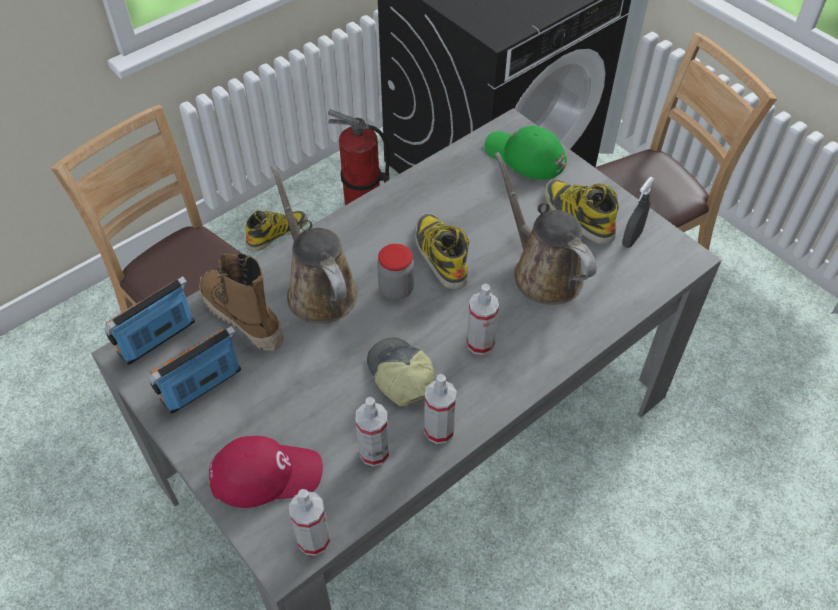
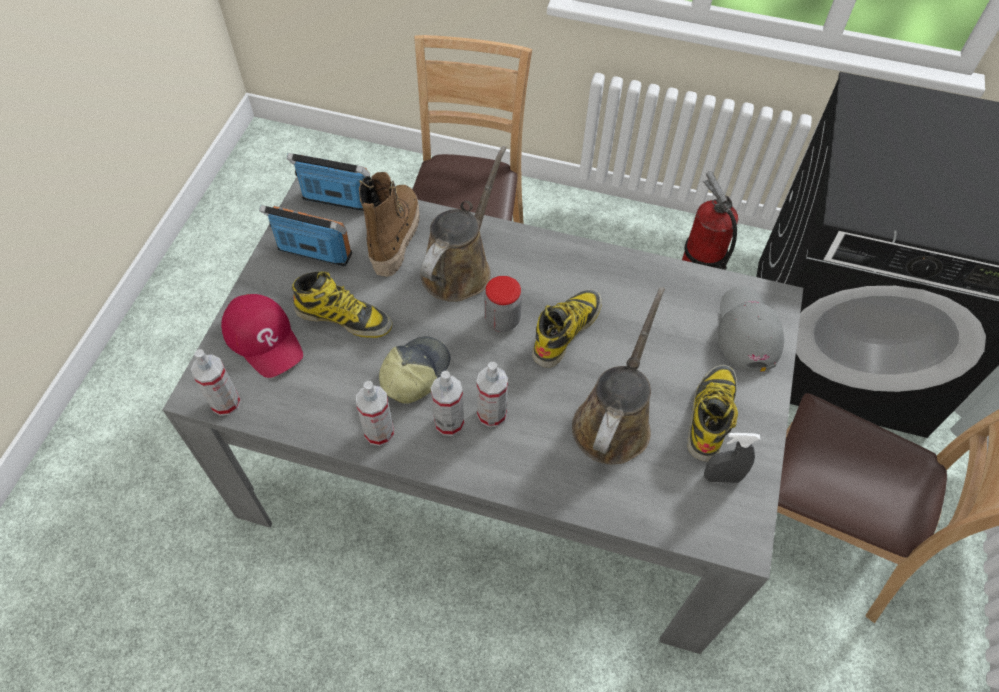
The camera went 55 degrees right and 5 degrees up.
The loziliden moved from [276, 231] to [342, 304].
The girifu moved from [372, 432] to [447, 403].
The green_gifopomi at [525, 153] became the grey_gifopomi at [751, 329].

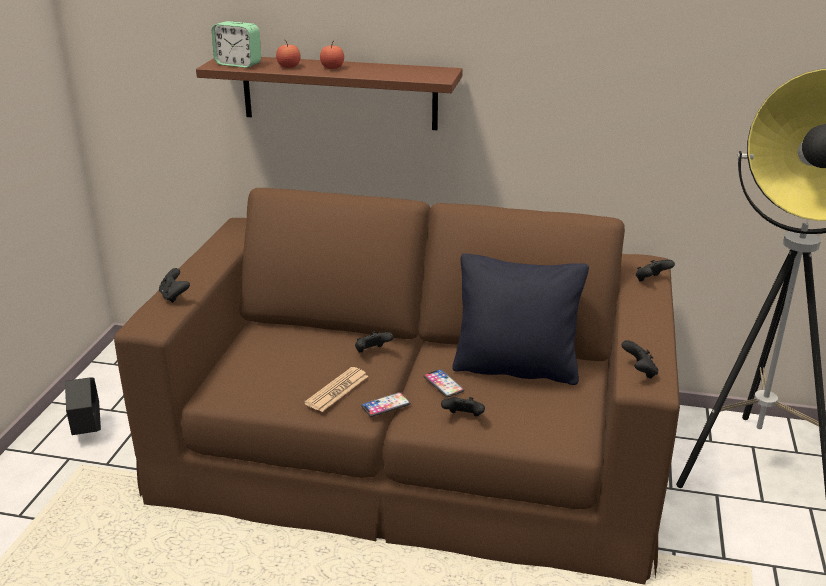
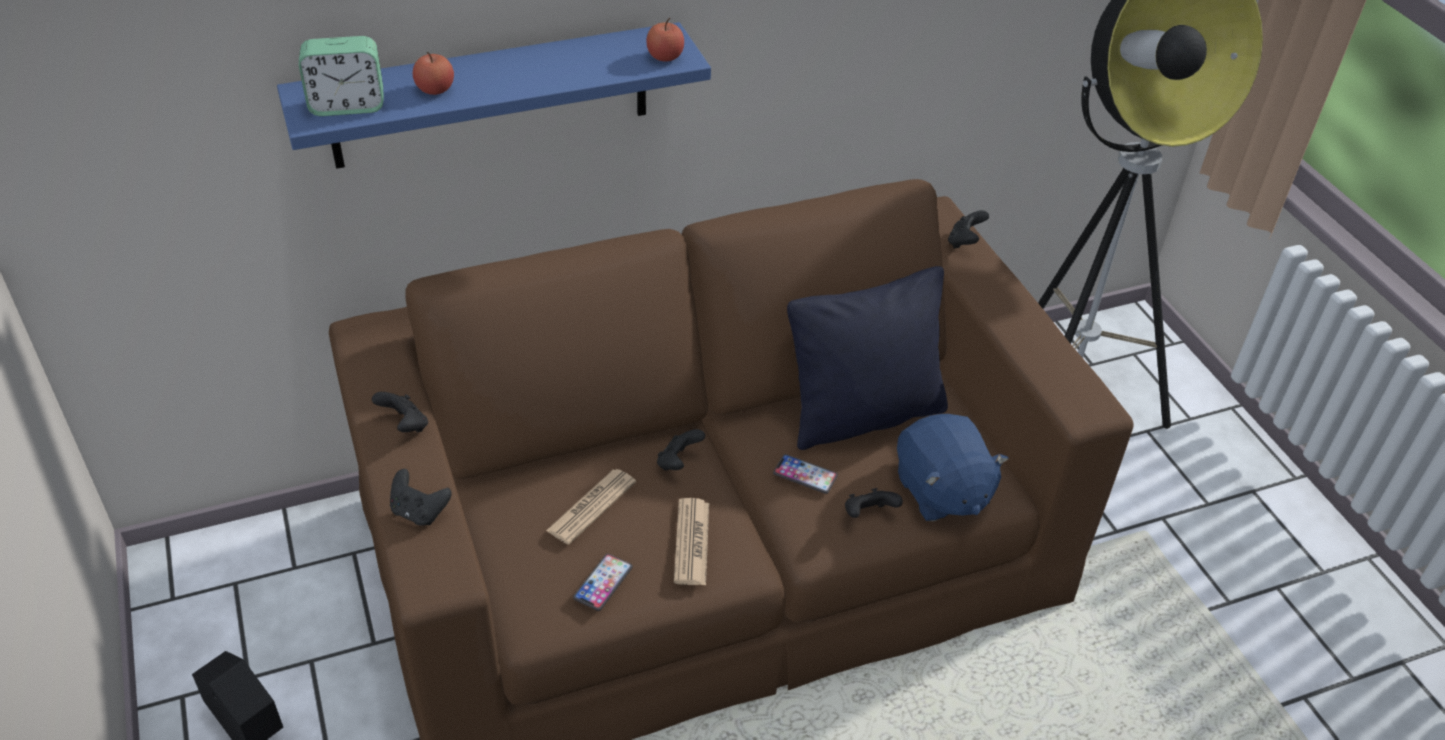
The camera went 35 degrees left and 15 degrees up.
The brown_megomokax at [329, 93] became the blue_megomokax at [494, 95].
The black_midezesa moved from [640, 359] to [400, 412].
The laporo at [591, 507] appeared.
The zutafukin moved from [385, 404] to [603, 582].
The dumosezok moved from [332, 55] to [665, 40].
The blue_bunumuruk at [953, 468] appeared.

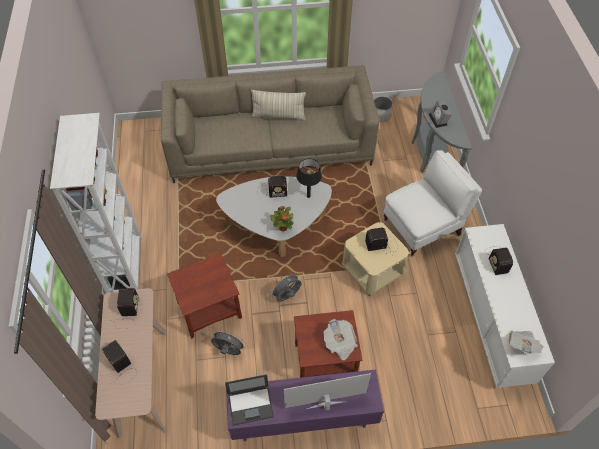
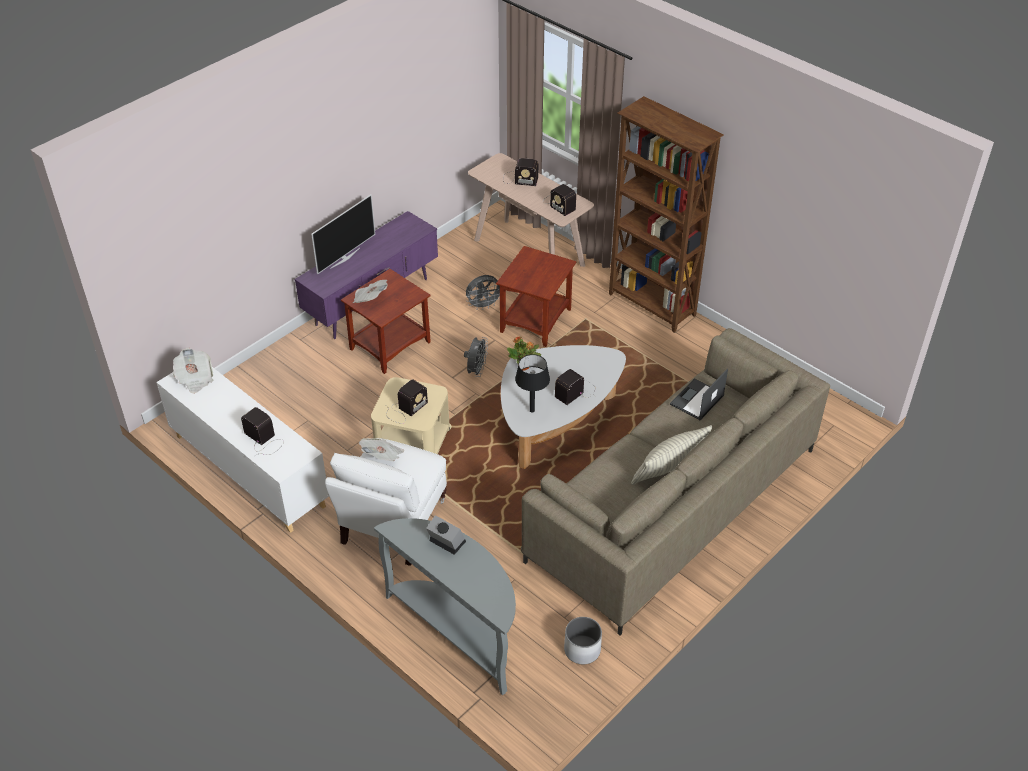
The camera went 140 degrees right and 10 degrees down.
The laporo at [381, 449] appeared.
The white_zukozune at [96, 203] became the brown_zukozune at [666, 214].
The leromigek moved from [249, 400] to [699, 394].

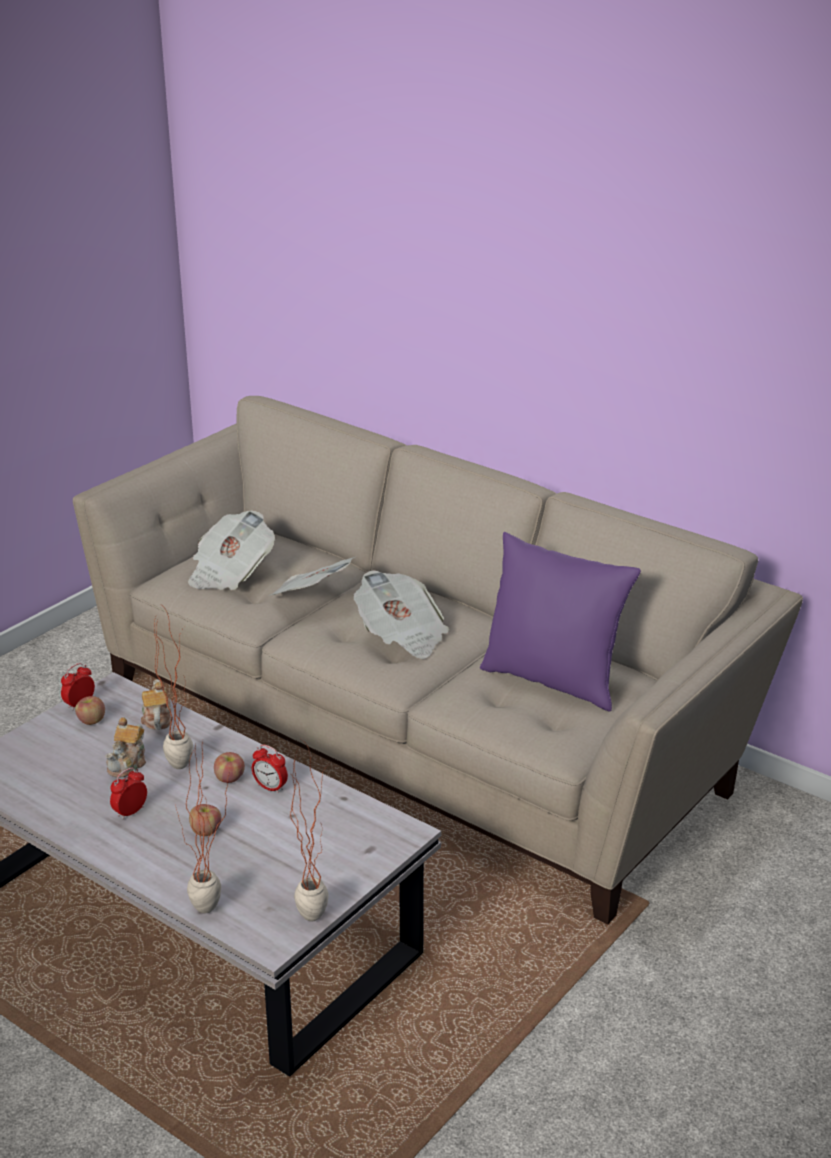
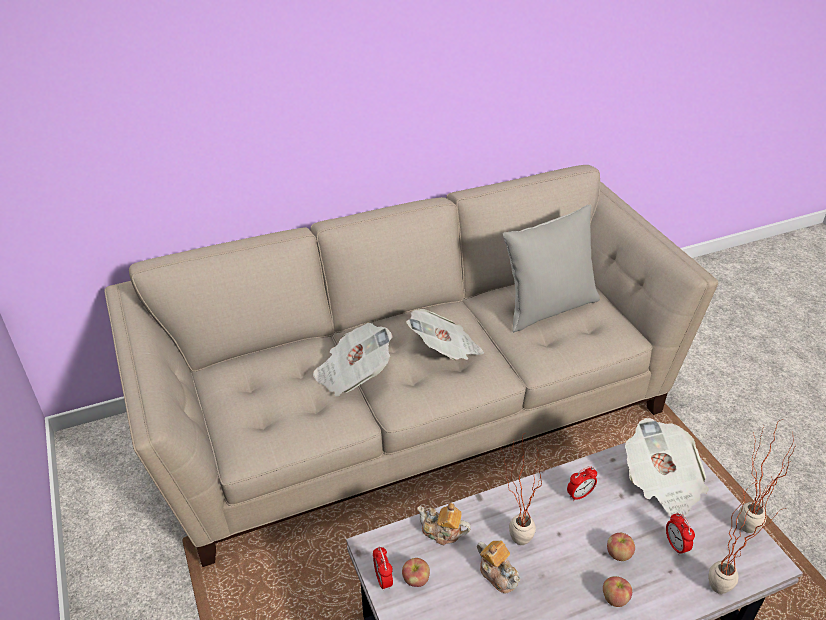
The camera went 60 degrees left and 10 degrees up.
The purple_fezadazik at [560, 621] became the grey_fezadazik at [551, 268].
The dumosezok moved from [229, 767] to [617, 591].
The laporo moved from [231, 550] to [667, 467].
The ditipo moved from [128, 793] to [680, 534].

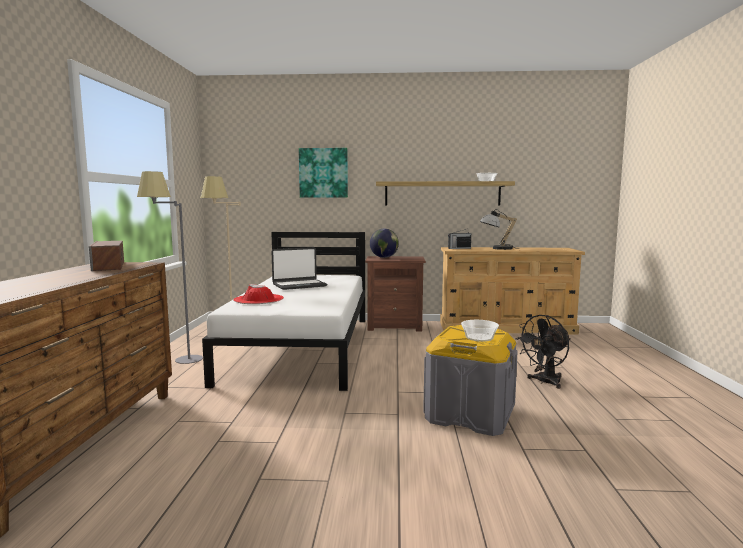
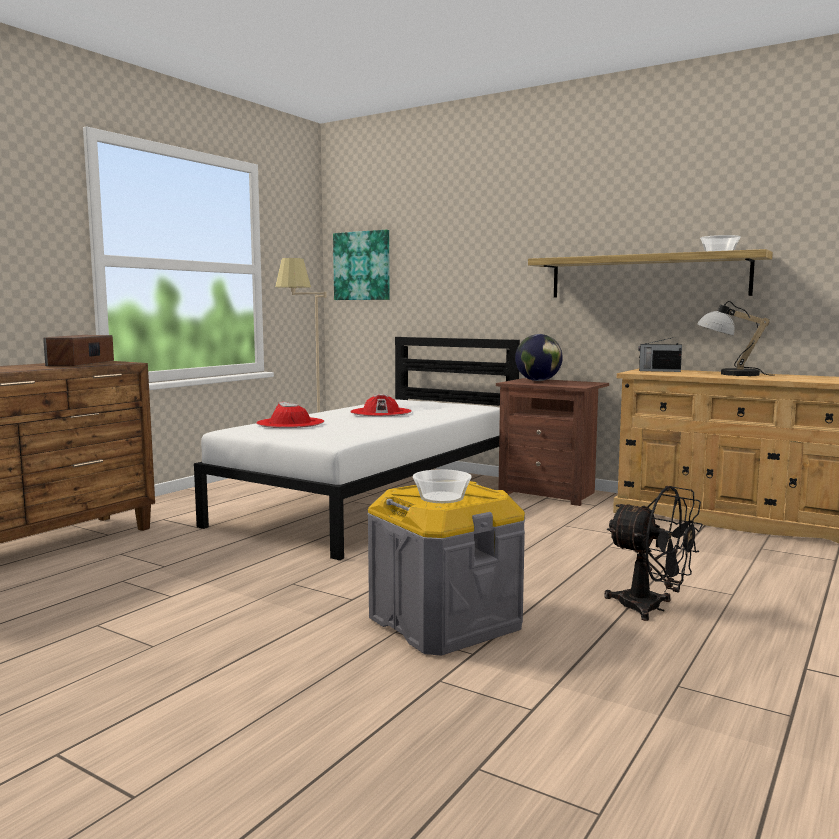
The camera went 30 degrees right and 0 degrees up.
The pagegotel moved from [323, 173] to [361, 265].
The leromigek at [299, 268] was replaced by the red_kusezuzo at [381, 405].
The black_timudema at [543, 352] turned 135 degrees counterclockwise.
The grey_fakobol at [170, 267] disappeared.

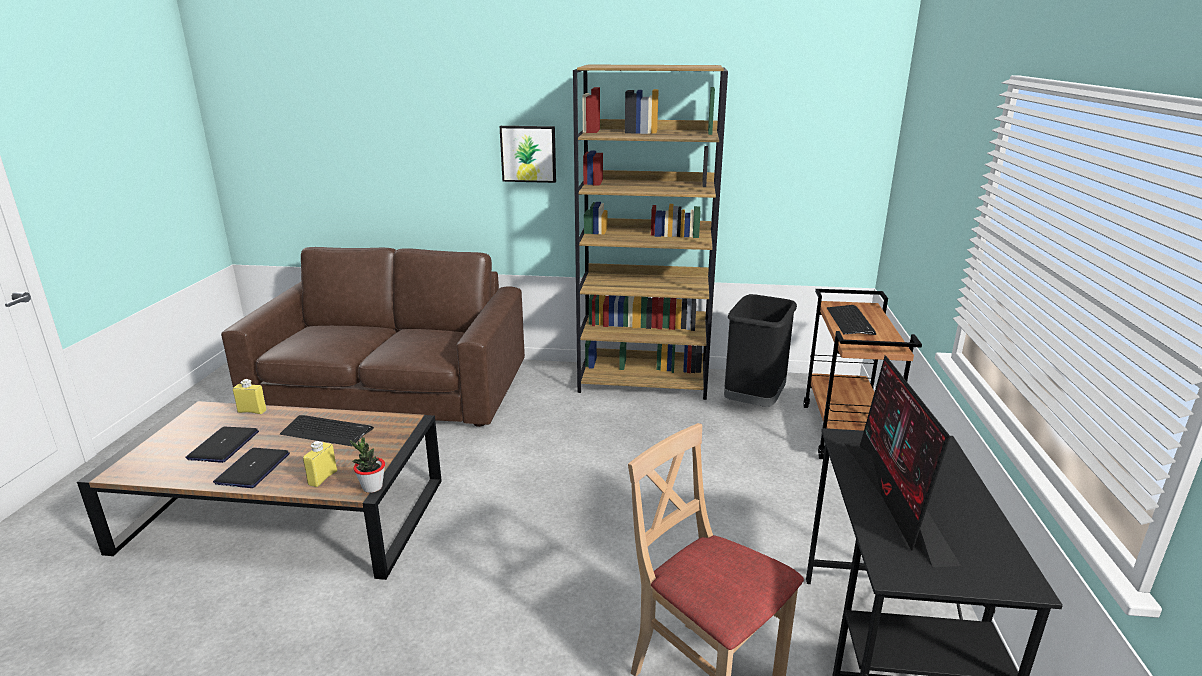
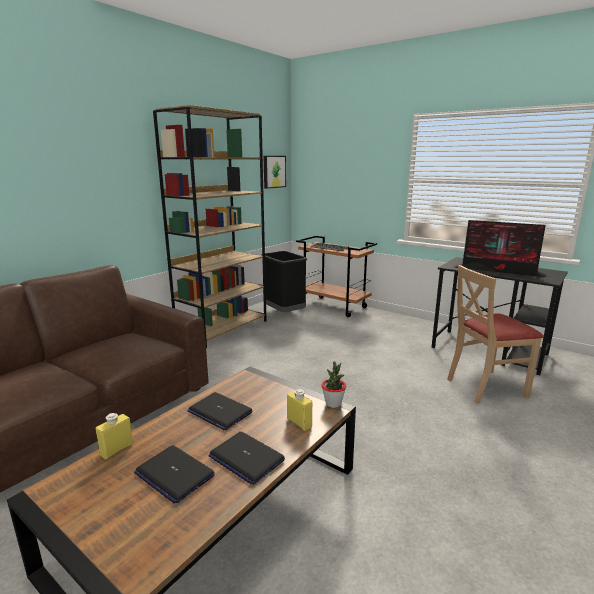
The camera went 60 degrees left and 5 degrees down.
The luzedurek at [327, 430] was replaced by the leromigek at [220, 411].
The pagegotel moved from [528, 154] to [275, 172].

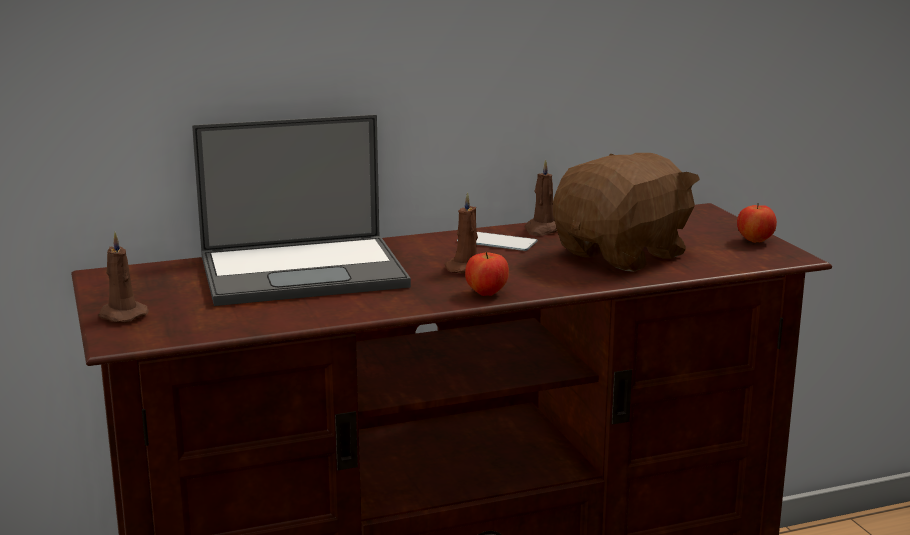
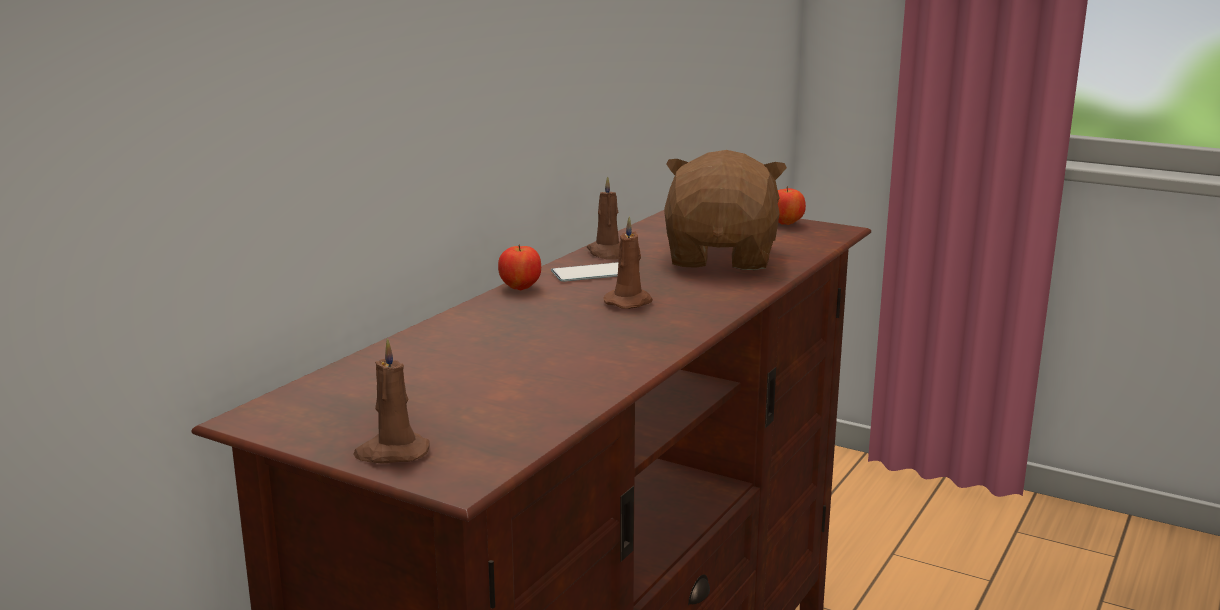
The camera went 40 degrees left and 0 degrees up.
The dumosezok moved from [487, 273] to [519, 267].
The leromigek at [301, 210] disappeared.

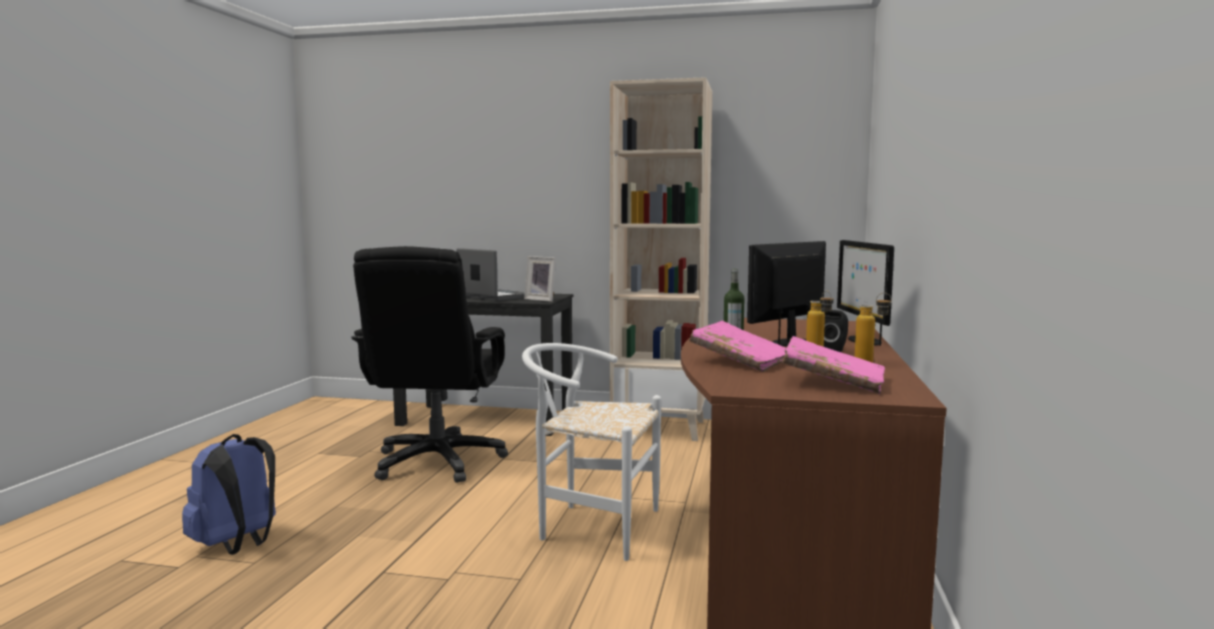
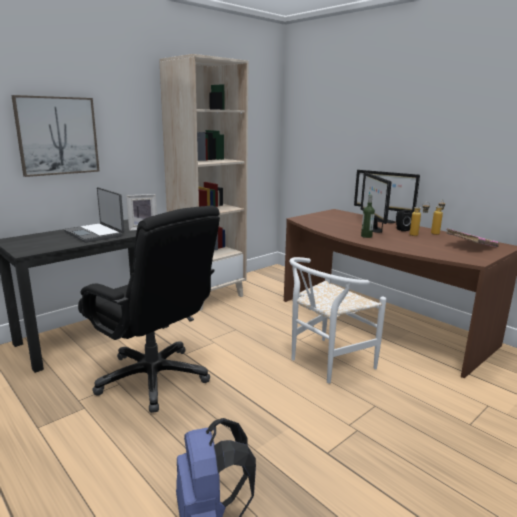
The camera went 55 degrees left and 10 degrees up.
The pagegotel at [55, 136] appeared.
The leromigek at [490, 274] turned 120 degrees counterclockwise.
The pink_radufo at [737, 346] disappeared.

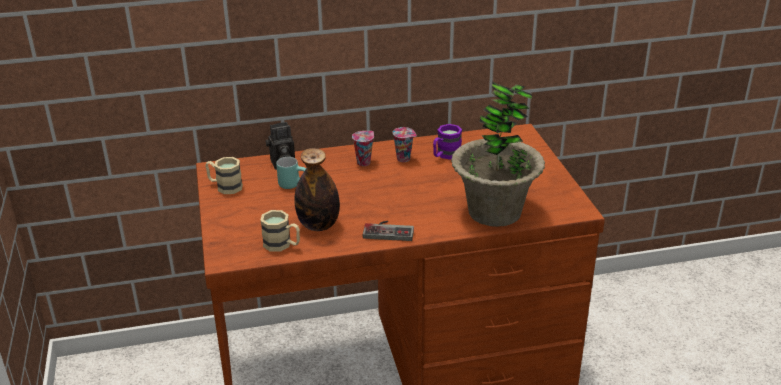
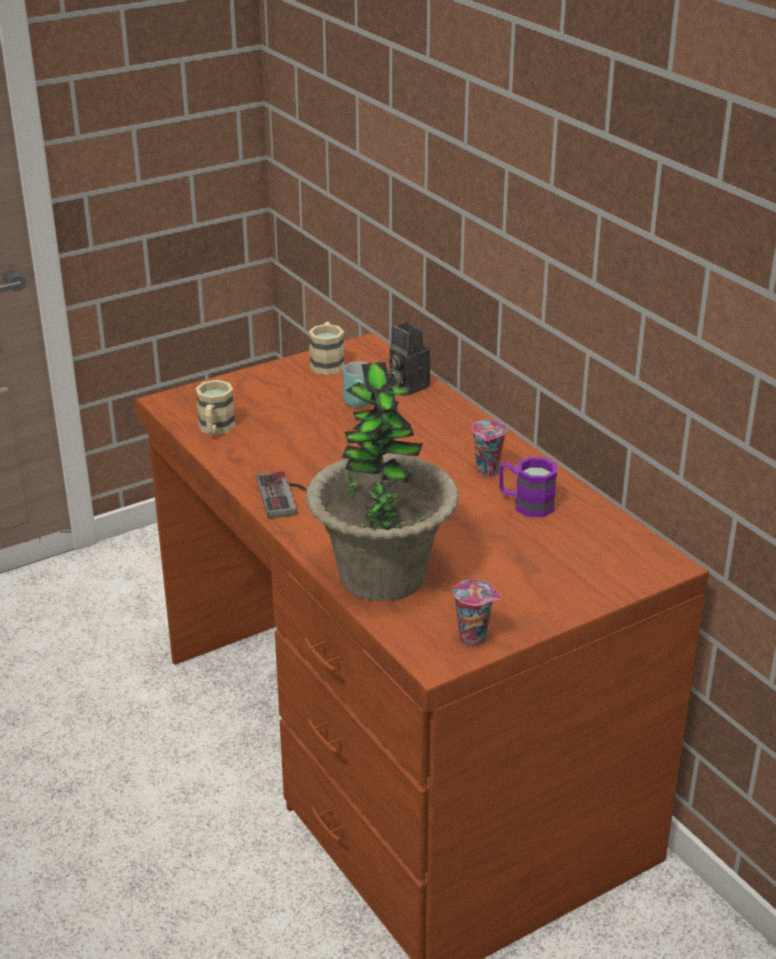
The camera went 70 degrees right and 0 degrees up.
The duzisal moved from [363, 148] to [477, 613].
The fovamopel at [317, 189] disappeared.

